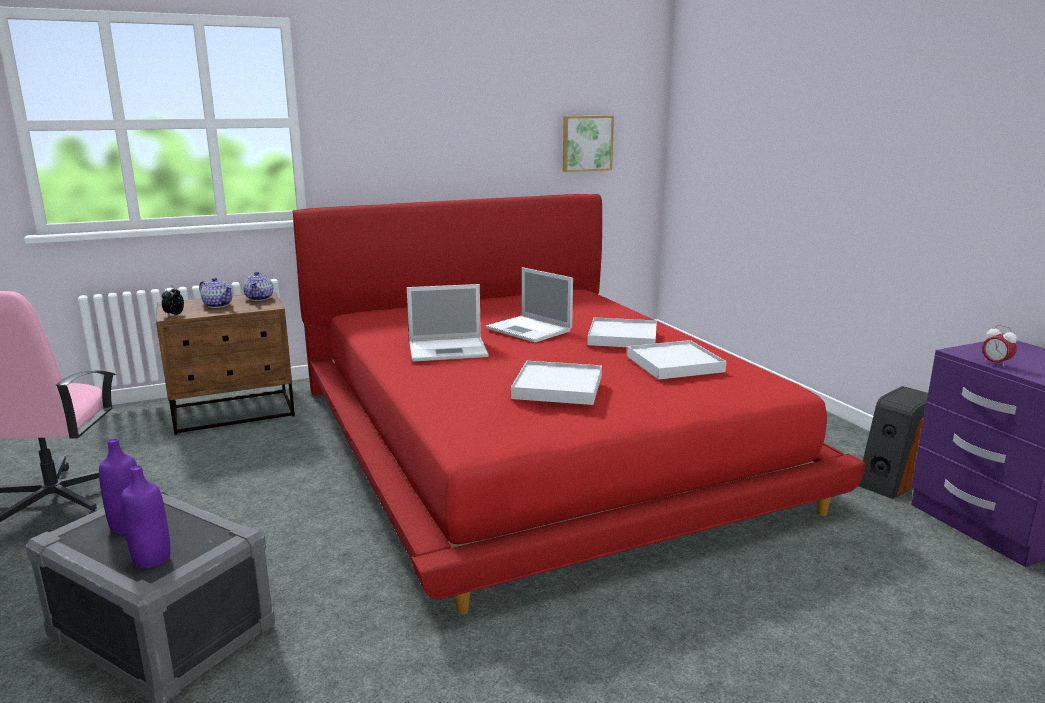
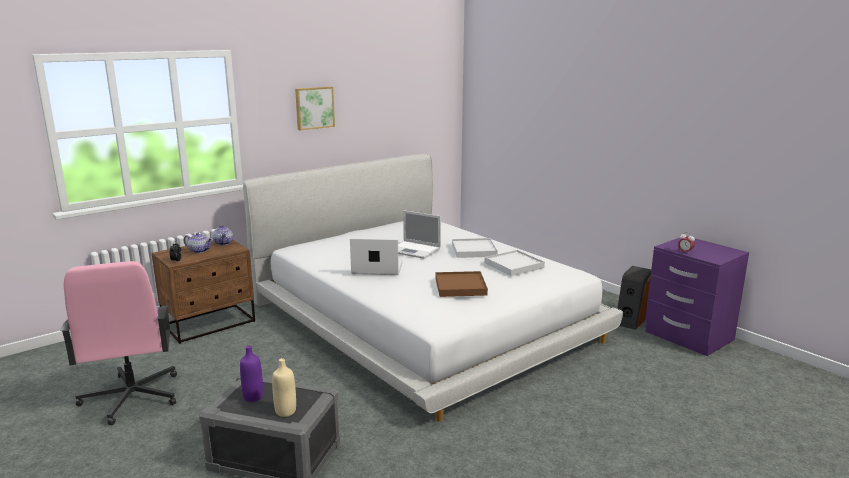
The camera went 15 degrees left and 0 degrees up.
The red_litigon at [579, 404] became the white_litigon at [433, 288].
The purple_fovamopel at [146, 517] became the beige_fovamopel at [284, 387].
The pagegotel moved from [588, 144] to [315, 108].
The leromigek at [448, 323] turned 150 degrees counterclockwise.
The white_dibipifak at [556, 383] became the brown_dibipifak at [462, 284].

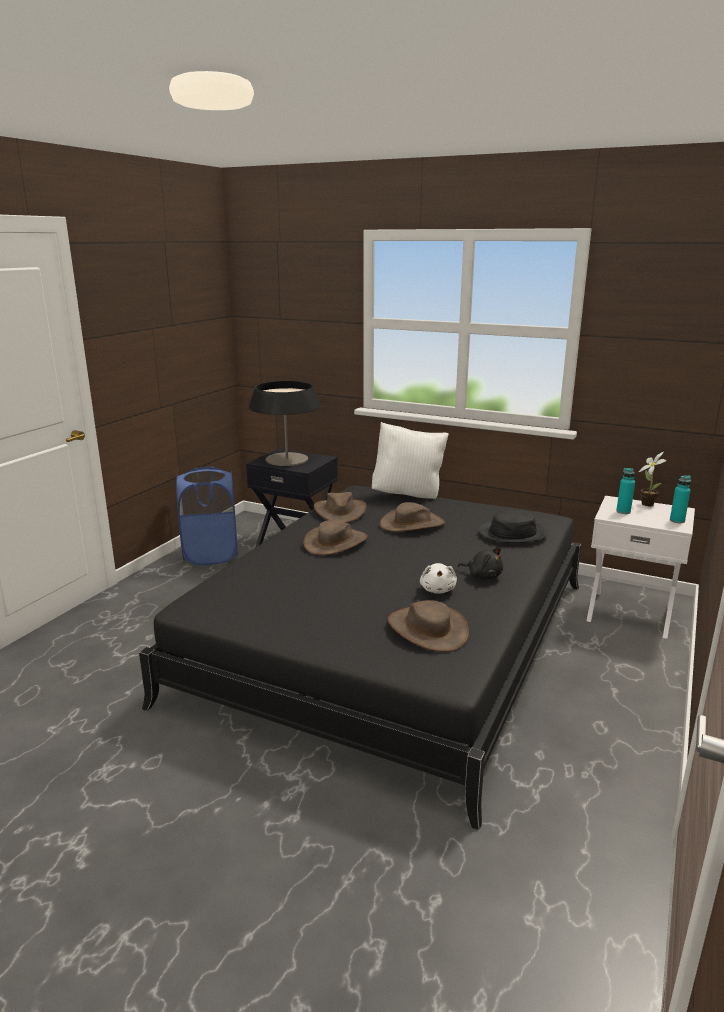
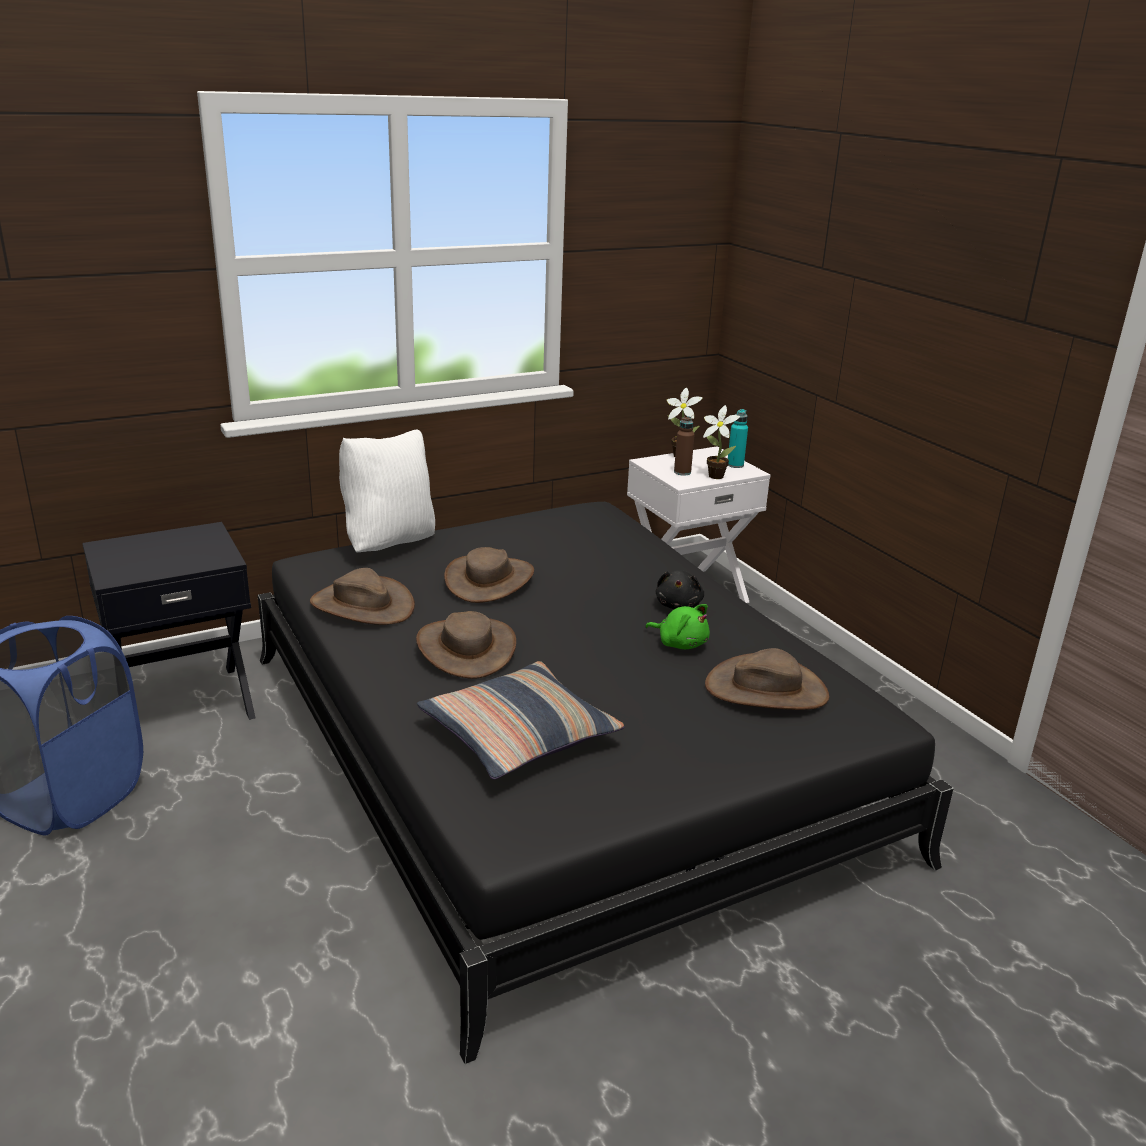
The camera went 55 degrees left and 5 degrees up.
The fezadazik at [520, 720] appeared.
The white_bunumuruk at [438, 578] became the green_bunumuruk at [677, 626].
The black_bunumuruk at [480, 563] turned 120 degrees clockwise.
The turquoise_fovamopel at [625, 491] became the brown_fovamopel at [684, 446].
The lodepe at [721, 442] appeared.
The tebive at [284, 423] disappeared.
The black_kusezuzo at [513, 526] disappeared.

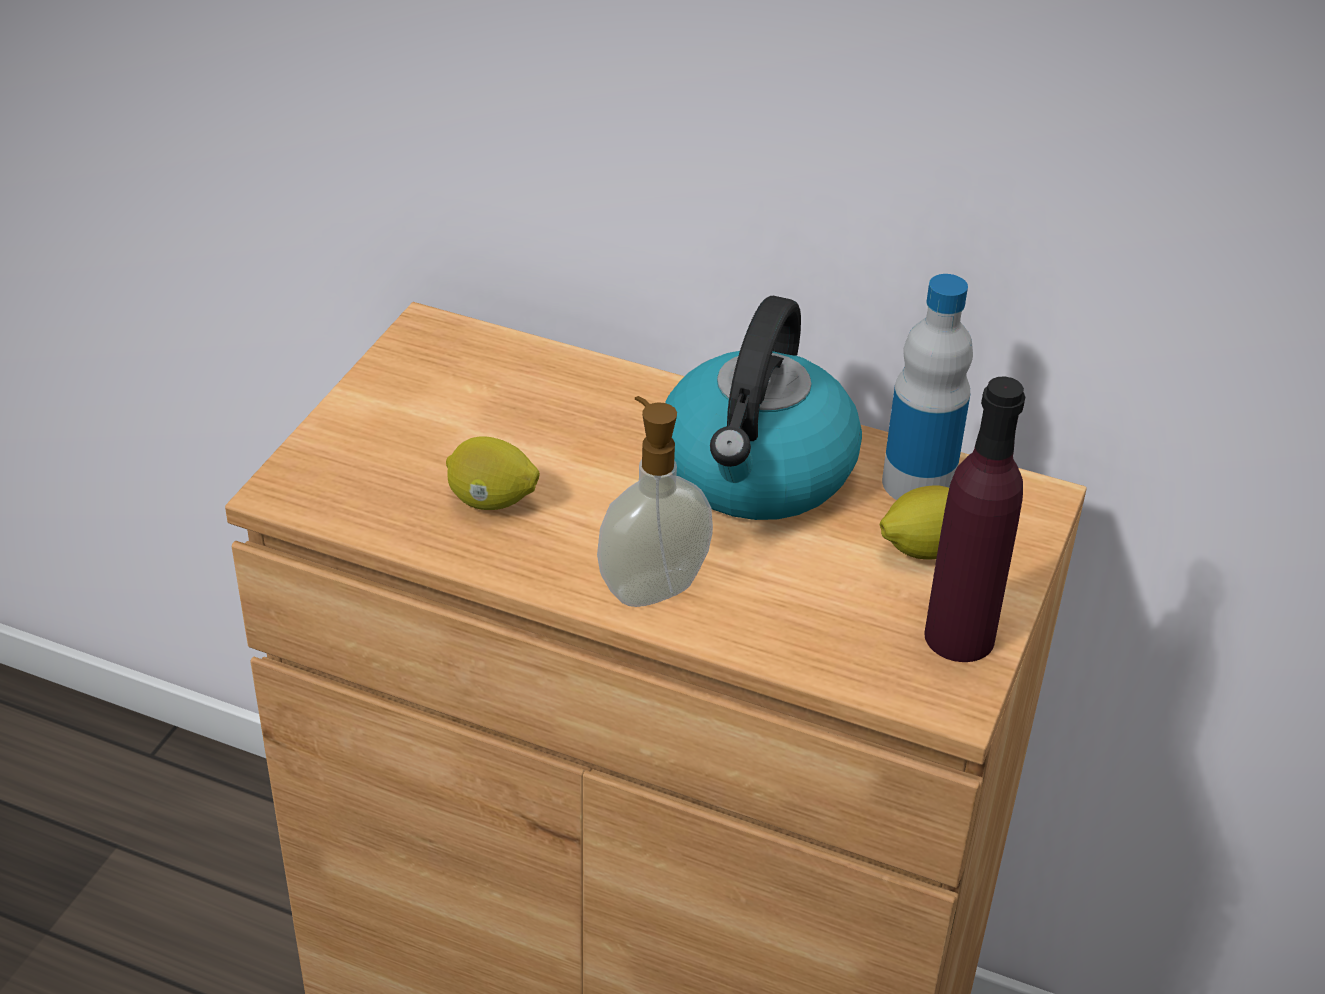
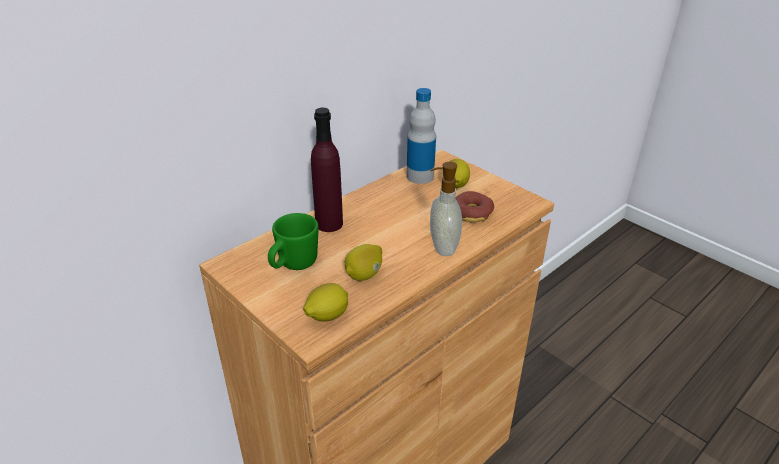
The camera went 65 degrees left and 5 degrees down.
The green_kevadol at [293, 241] appeared.
The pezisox at [325, 302] appeared.
The purple_fovamopel moved from [974, 519] to [327, 170].
The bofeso at [474, 207] appeared.
The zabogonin at [763, 408] disappeared.

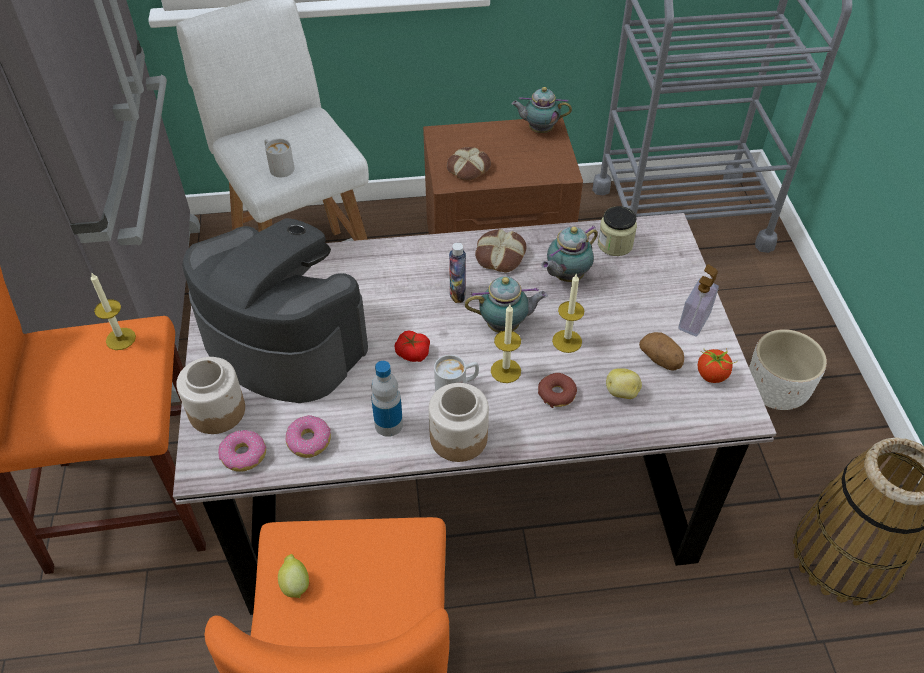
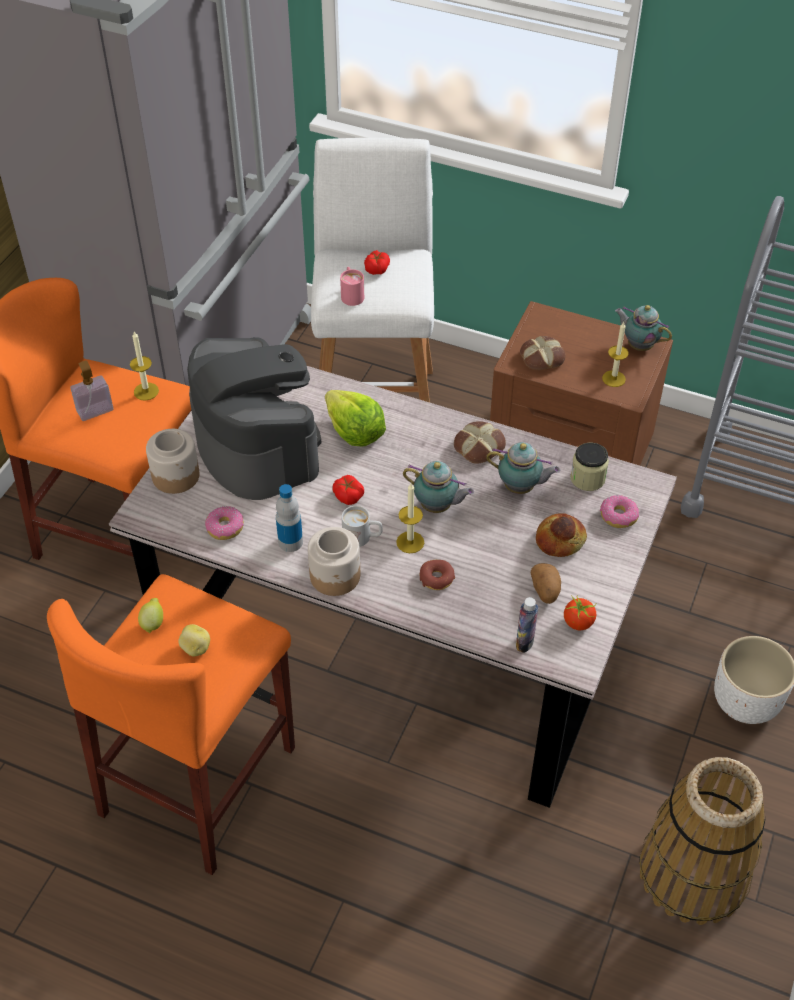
The camera went 30 degrees right and 0 degrees up.
The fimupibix moved from [698, 300] to [92, 390].
The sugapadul moved from [624, 383] to [194, 640].
The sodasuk at [355, 418] appeared.
The white_kevadol at [280, 158] became the pink_kevadol at [352, 286].
The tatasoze at [377, 262] appeared.
The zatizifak at [569, 254] turned 150 degrees counterclockwise.
The fovamopel moved from [457, 273] to [527, 625].
The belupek at [561, 535] appeared.
The bofeso moved from [242, 451] to [619, 511].
The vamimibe moved from [568, 313] to [615, 354].

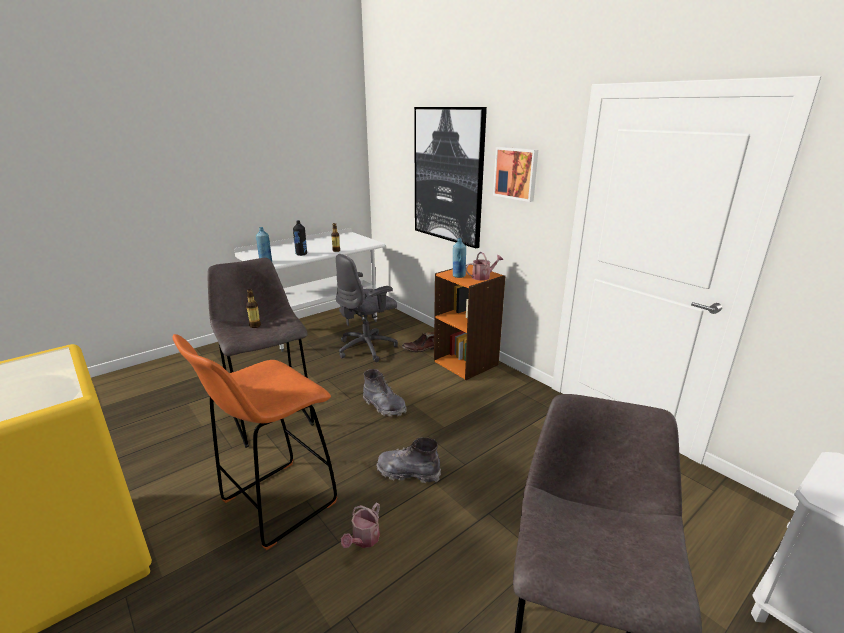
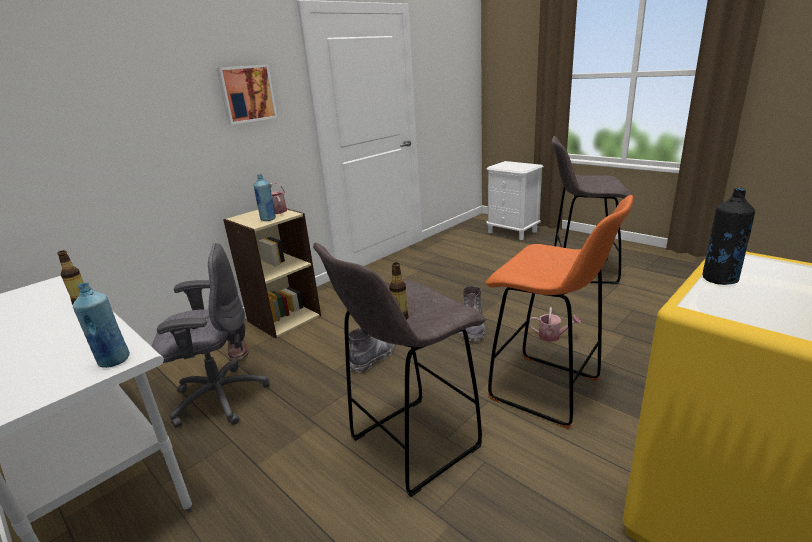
The camera went 95 degrees left and 0 degrees up.
The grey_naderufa at [367, 308] turned 60 degrees counterclockwise.
The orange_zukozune at [469, 322] became the beige_zukozune at [272, 273].
The black_fovamopel moved from [300, 238] to [729, 236].
The pagegotel at [450, 177] disappeared.

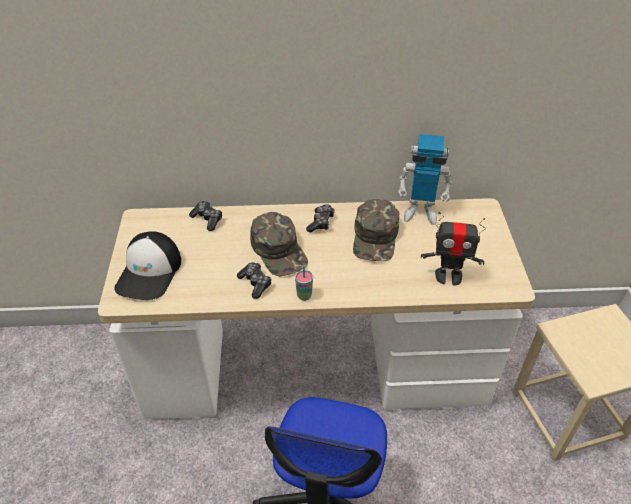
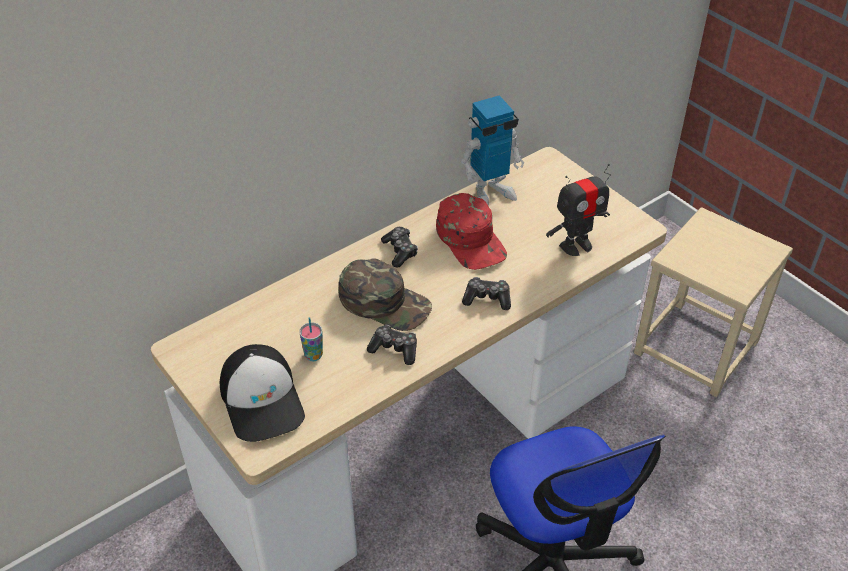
The camera went 35 degrees left and 0 degrees up.
The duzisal moved from [304, 283] to [311, 339].
The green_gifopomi at [376, 230] became the red_gifopomi at [471, 231].
The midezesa moved from [205, 216] to [486, 293].

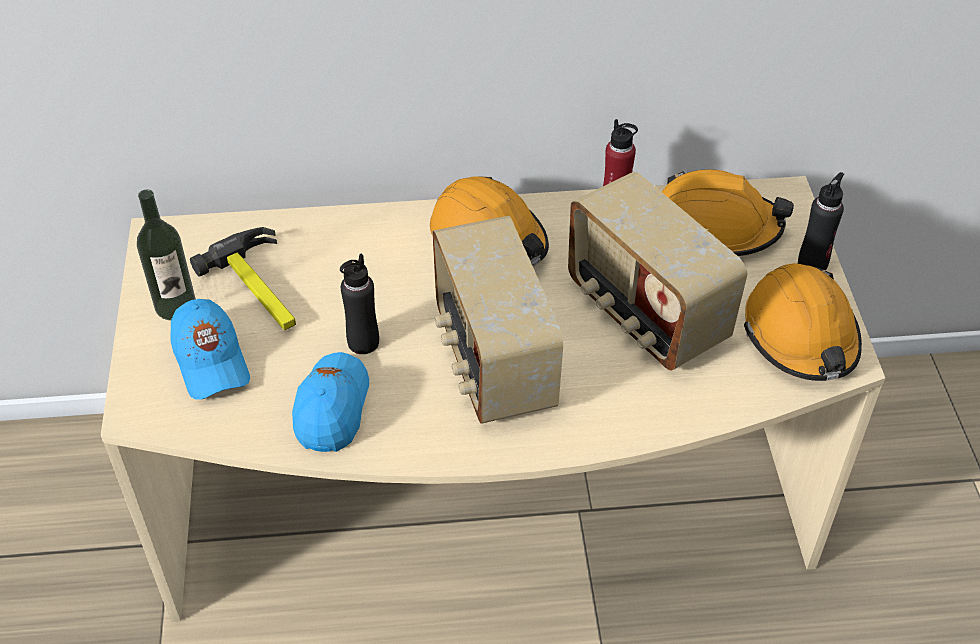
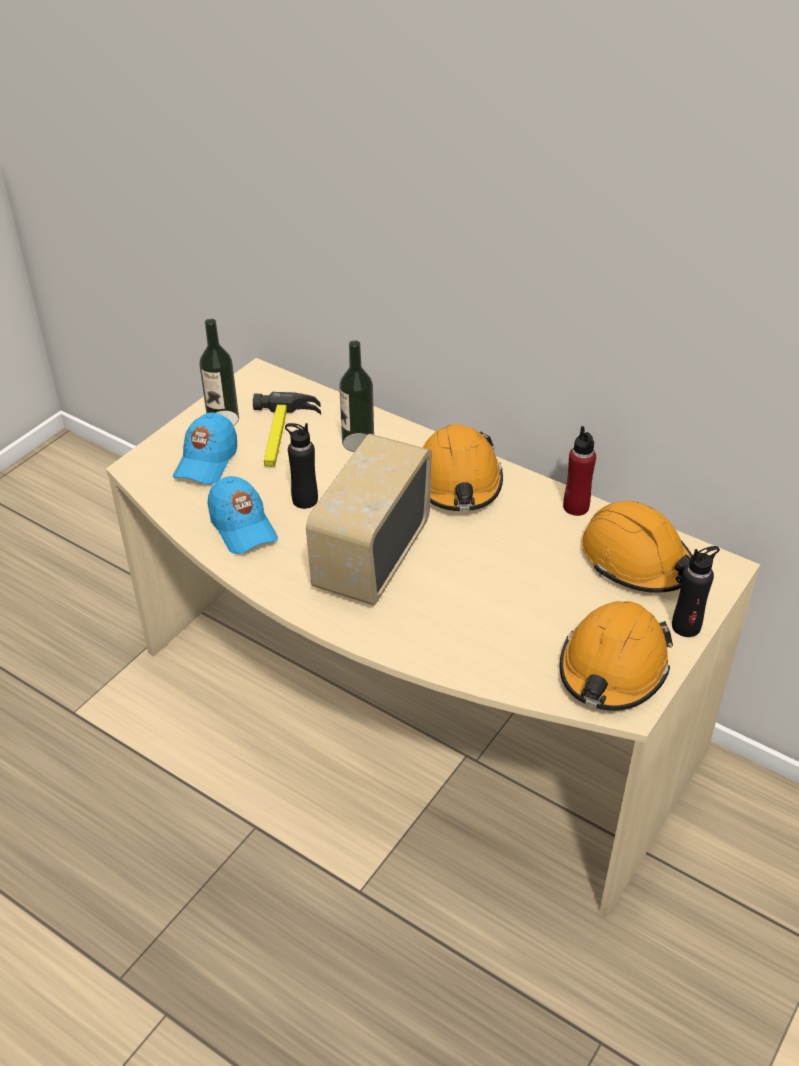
The camera went 40 degrees right and 5 degrees down.
The blue_gifopomi at [330, 402] turned 105 degrees clockwise.
The fovamopel at [356, 396] appeared.
The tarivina at [657, 271] disappeared.

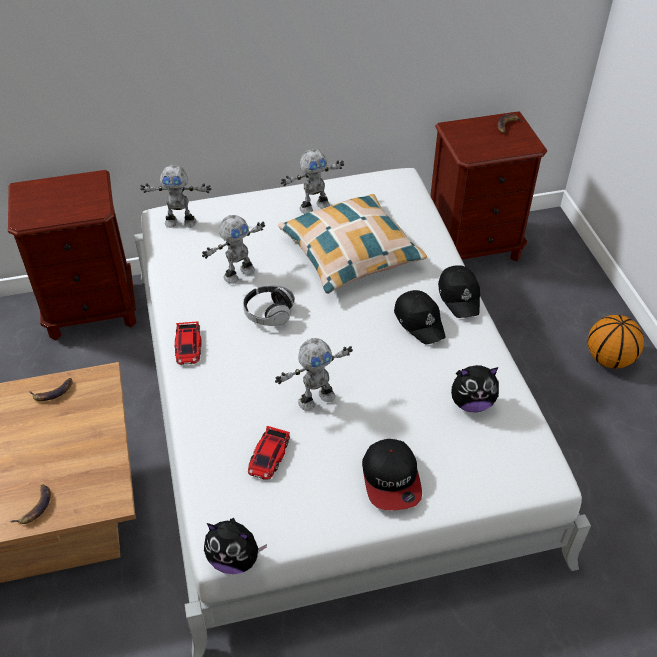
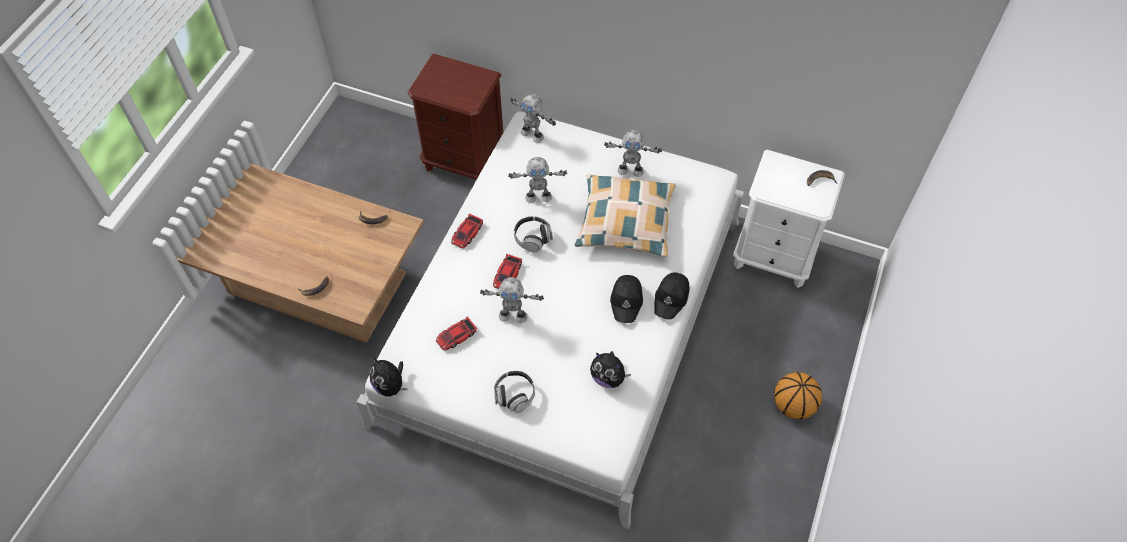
The camera went 35 degrees right and 10 degrees up.
The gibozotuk at [507, 271] appeared.
The gifopomi at [392, 474] was replaced by the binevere at [514, 392].
The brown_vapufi at [488, 186] became the white_vapufi at [789, 219].

